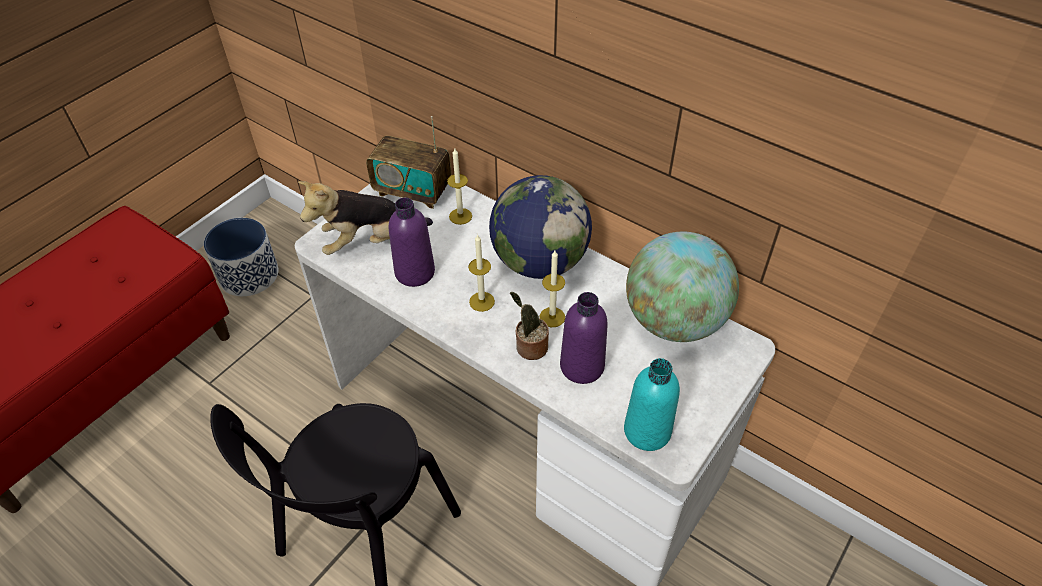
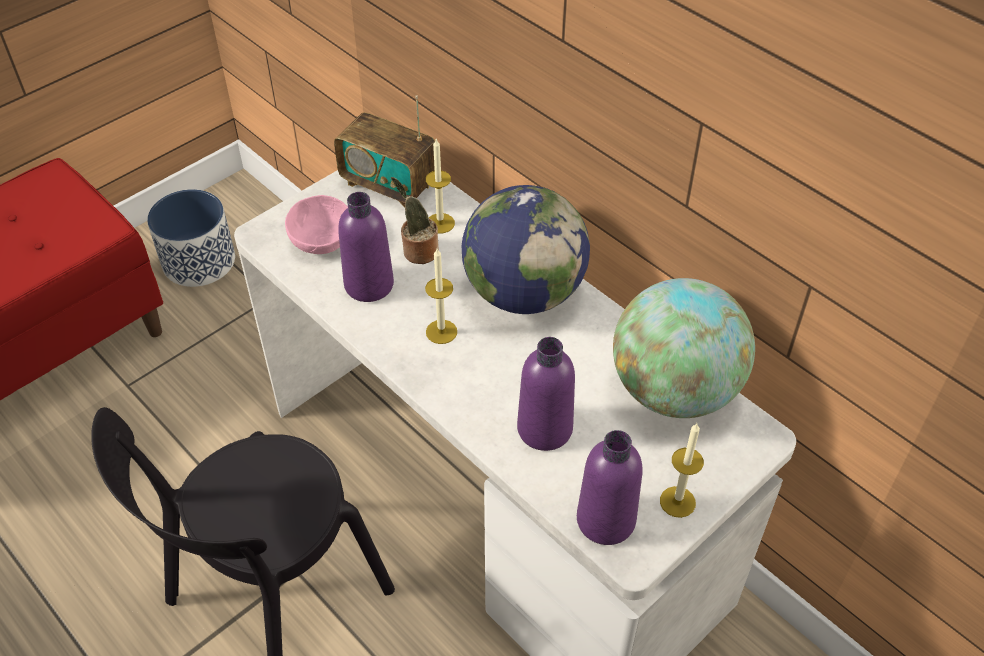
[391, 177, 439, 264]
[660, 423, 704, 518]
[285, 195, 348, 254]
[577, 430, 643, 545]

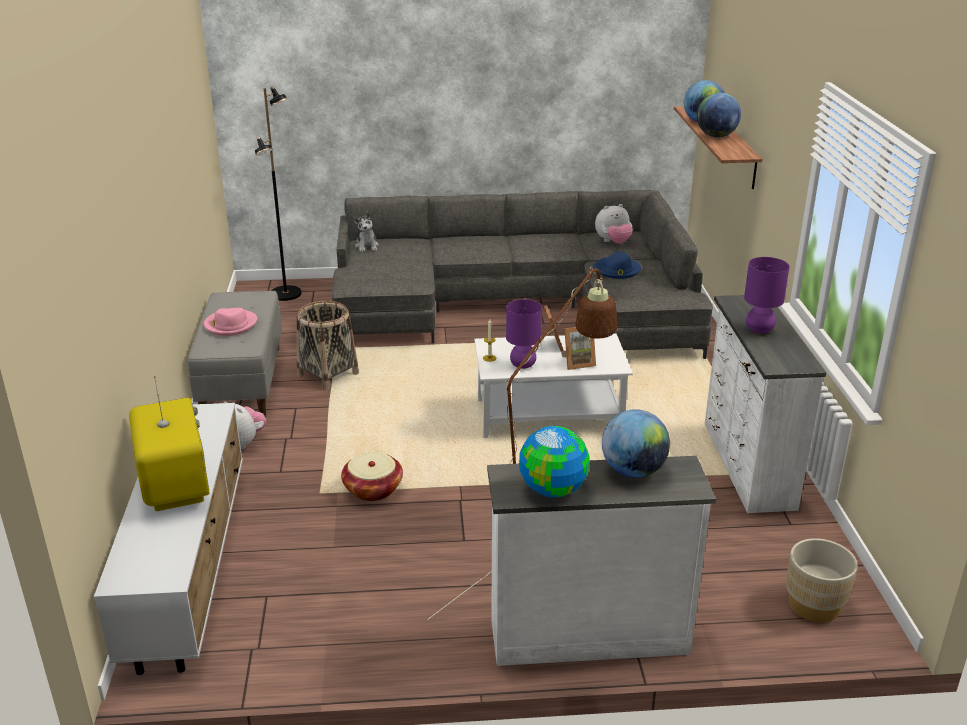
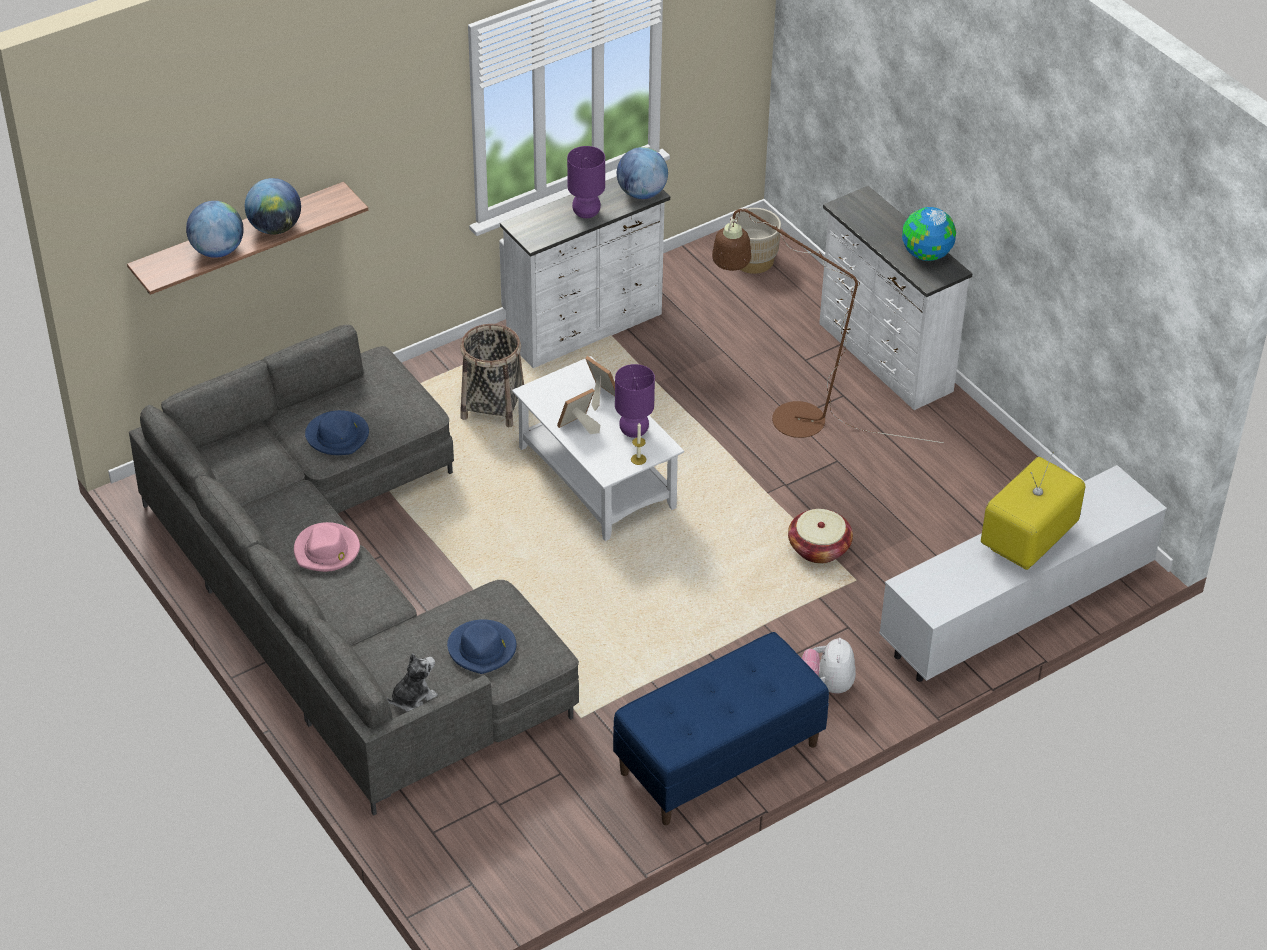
[255, 86, 301, 301] (first image)
[595, 204, 633, 244] (first image)
[447, 619, 517, 674]
[294, 522, 360, 572]
[460, 324, 524, 427]
[617, 147, 668, 199]
[613, 632, 829, 825]

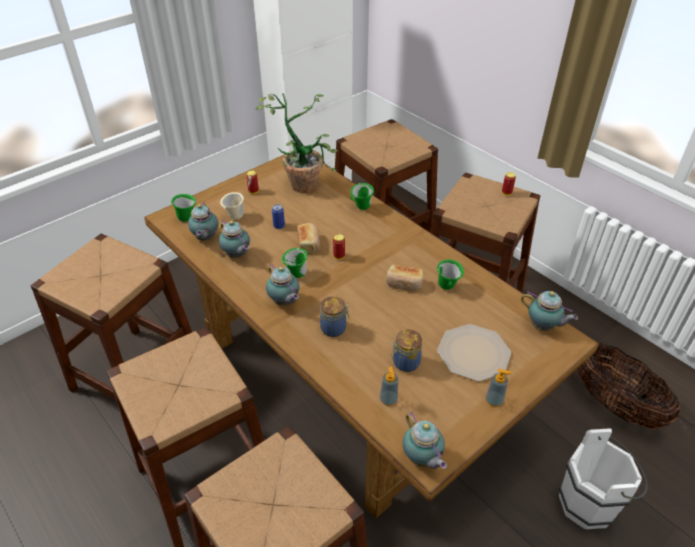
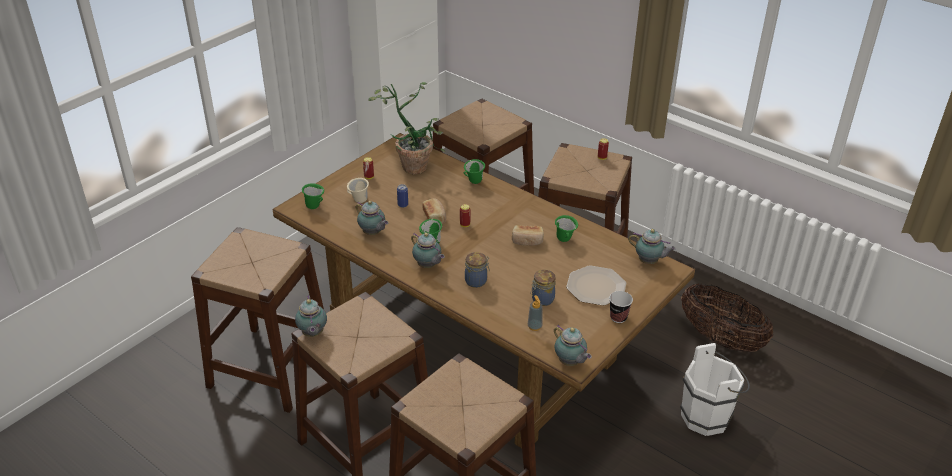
[295, 295, 327, 337]
[609, 291, 633, 323]

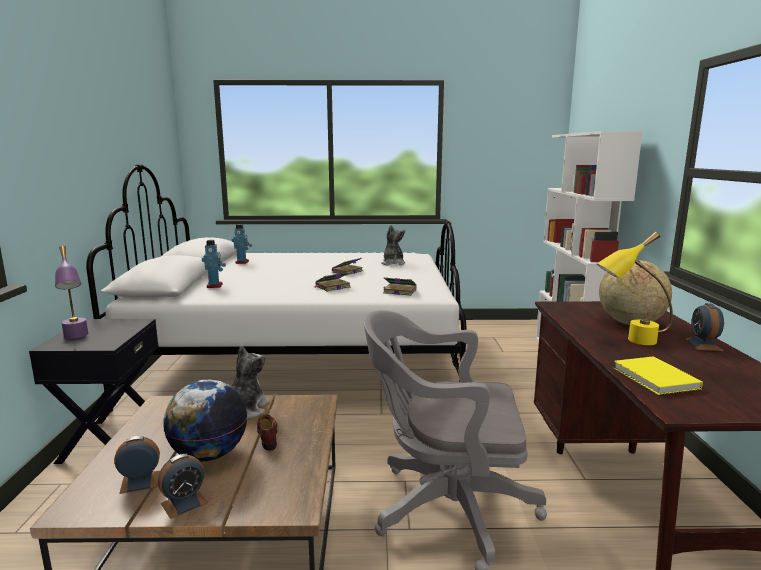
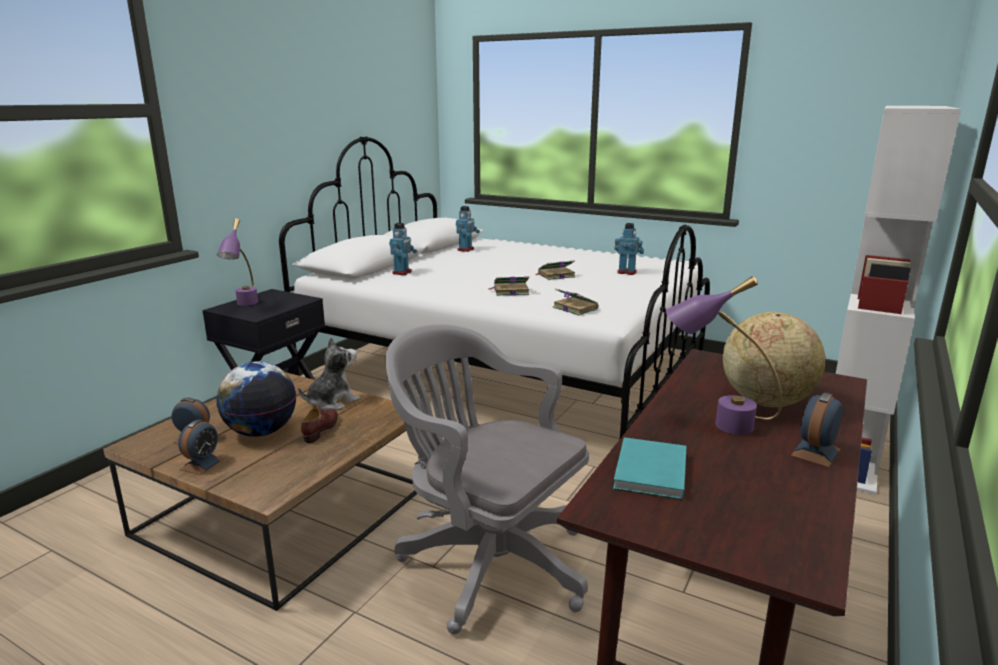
[614, 223, 644, 275]
[666, 276, 782, 435]
[613, 437, 686, 500]
[178, 419, 225, 475]

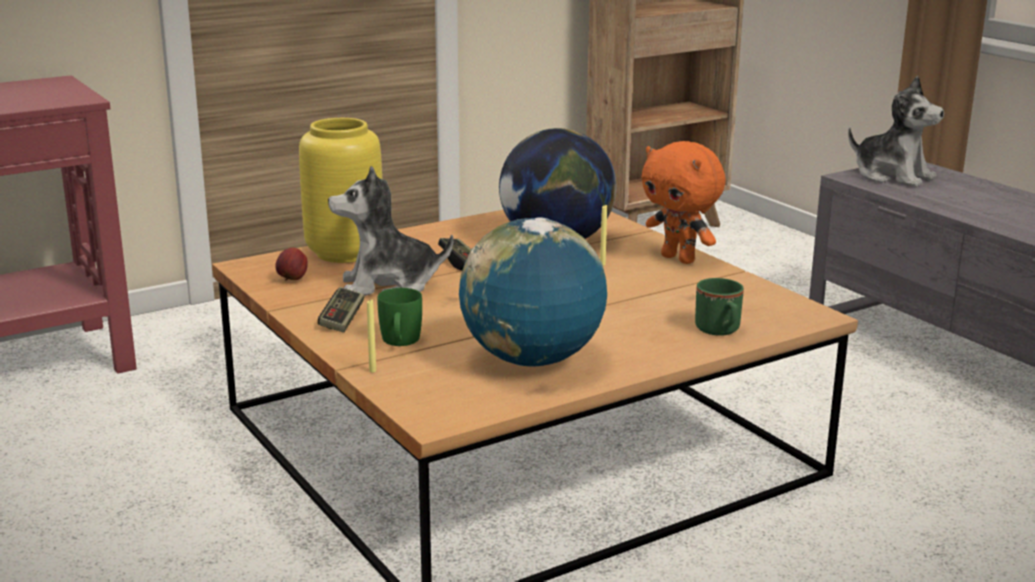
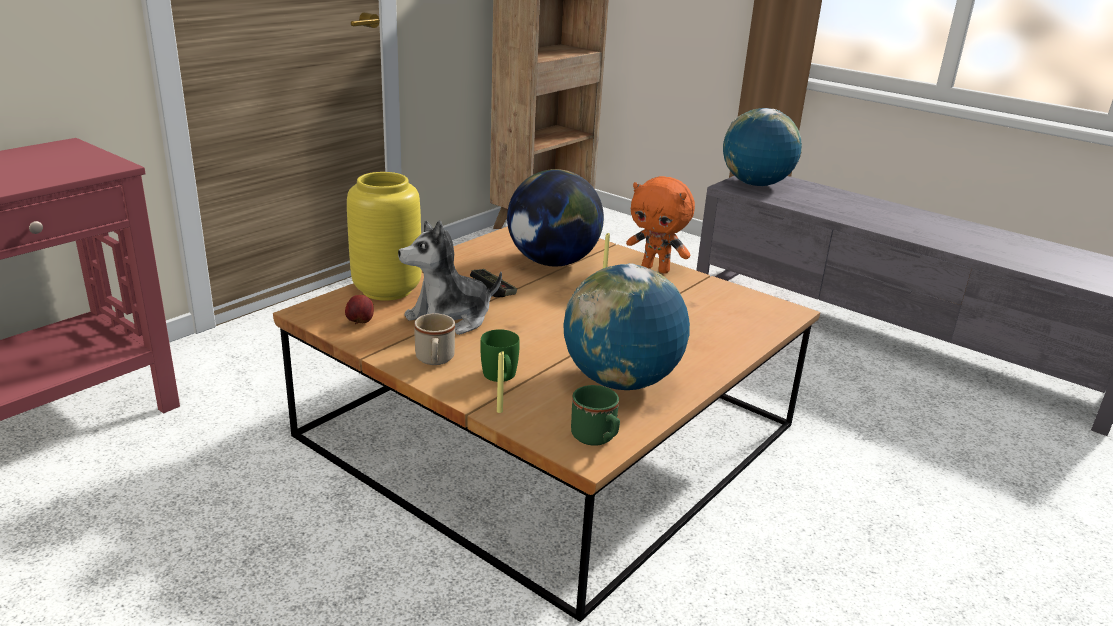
[571, 385, 620, 446]
[414, 314, 455, 365]
[723, 108, 802, 186]

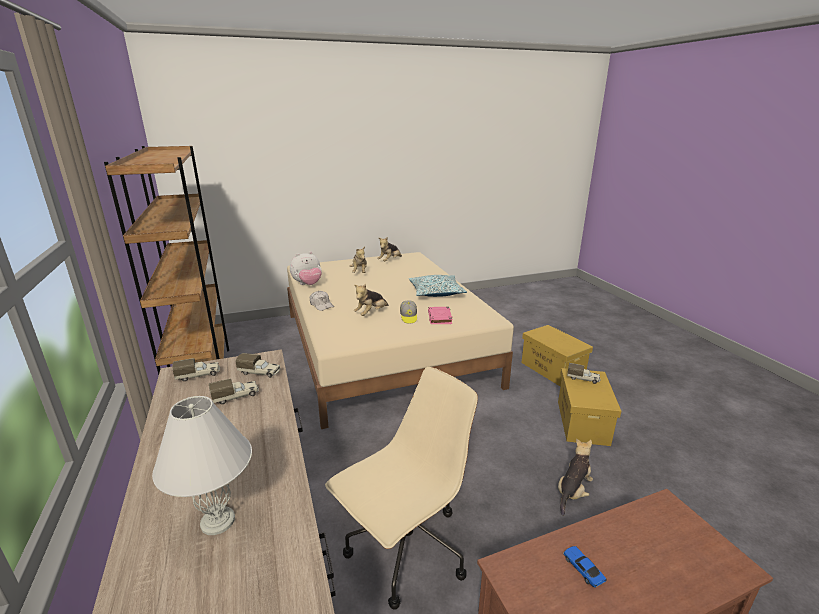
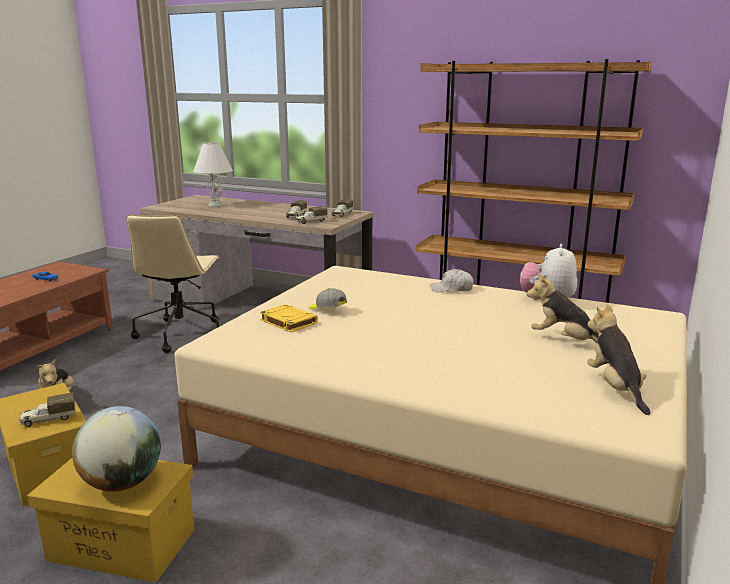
[354, 284, 388, 316] (first image)
[409, 275, 467, 297] (first image)
[72, 406, 161, 492]
[260, 304, 318, 332]

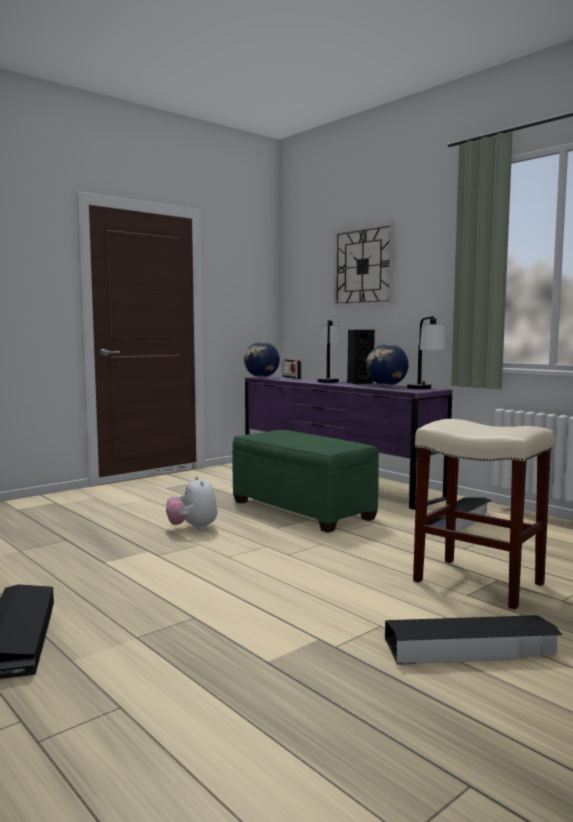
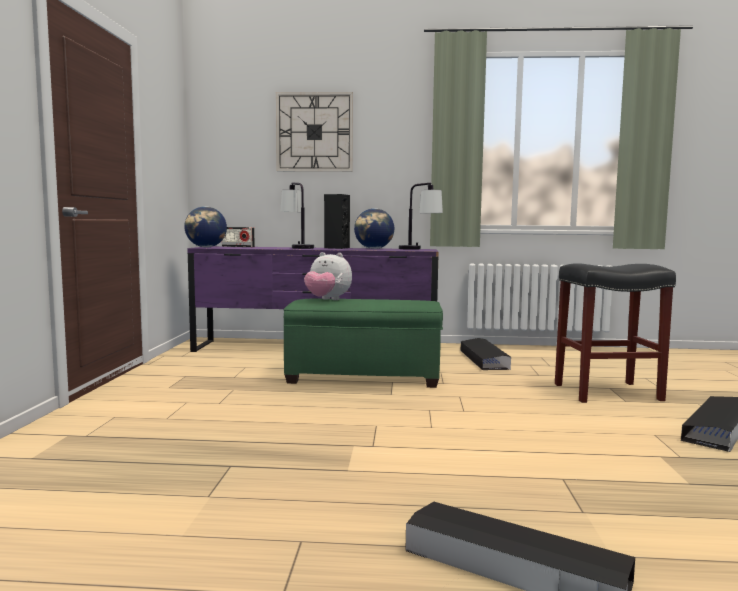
[304, 252, 352, 300]
[555, 263, 676, 403]

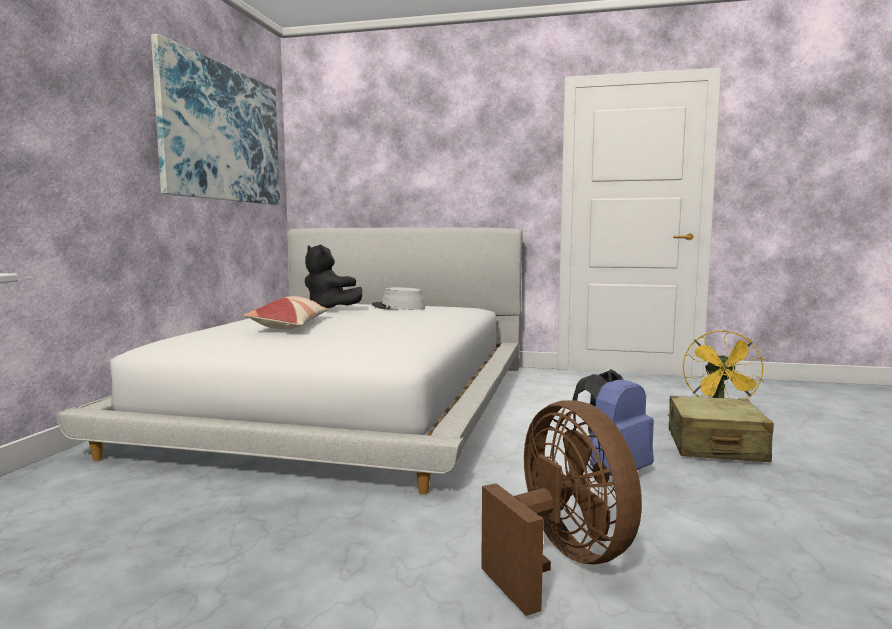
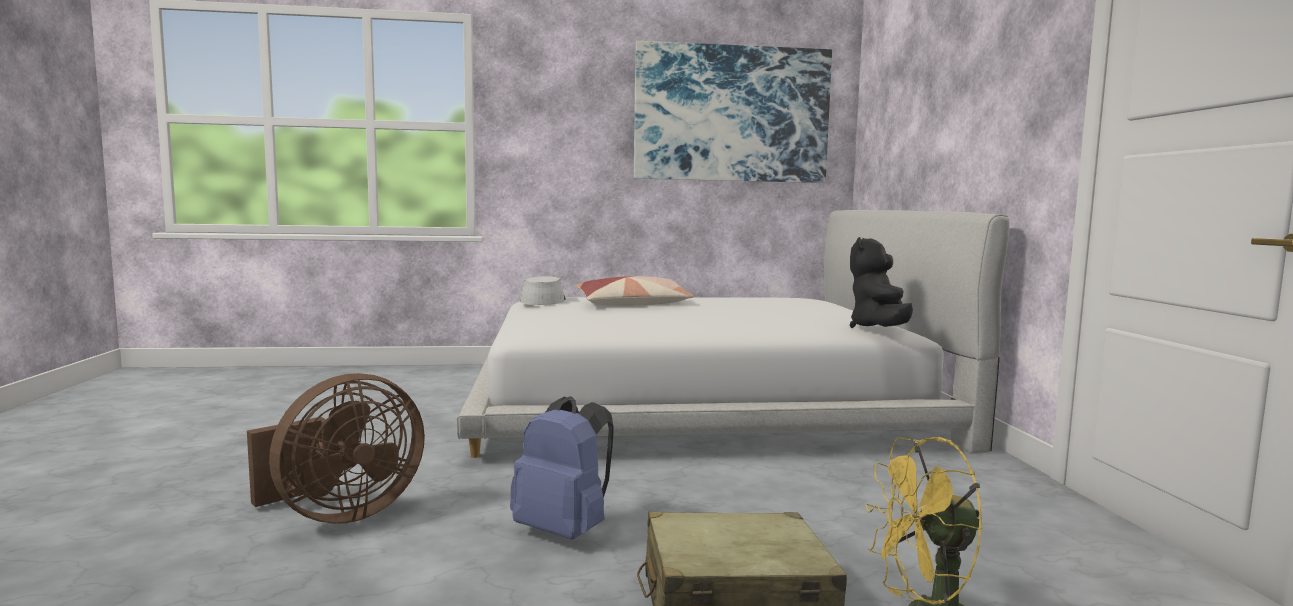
[850, 237, 913, 328]
[520, 276, 566, 305]

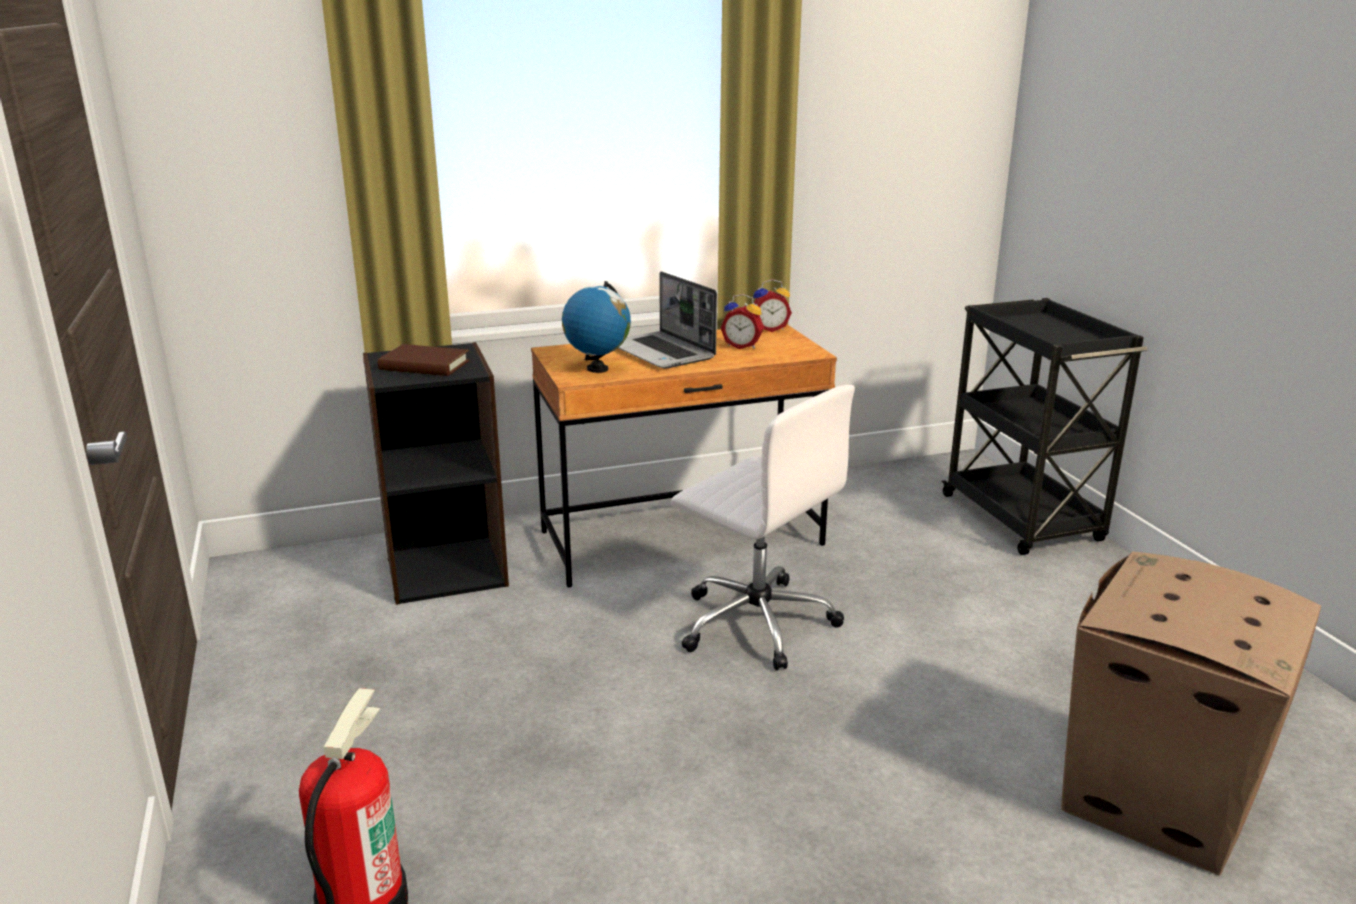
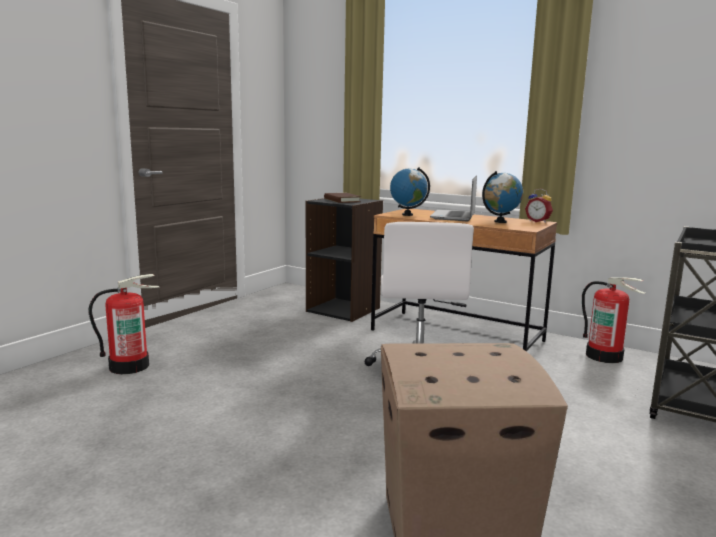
[582, 277, 645, 363]
[482, 171, 523, 223]

